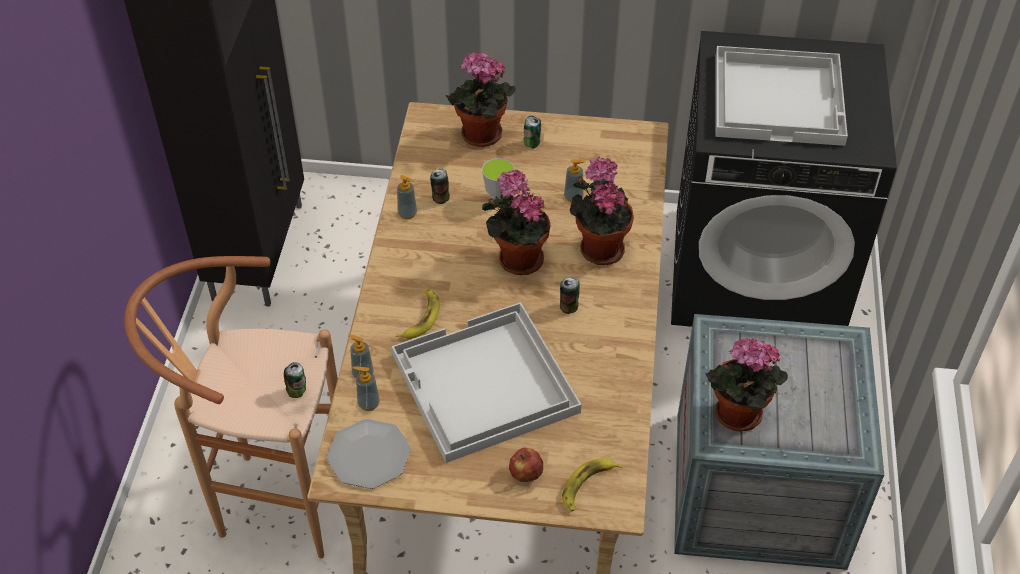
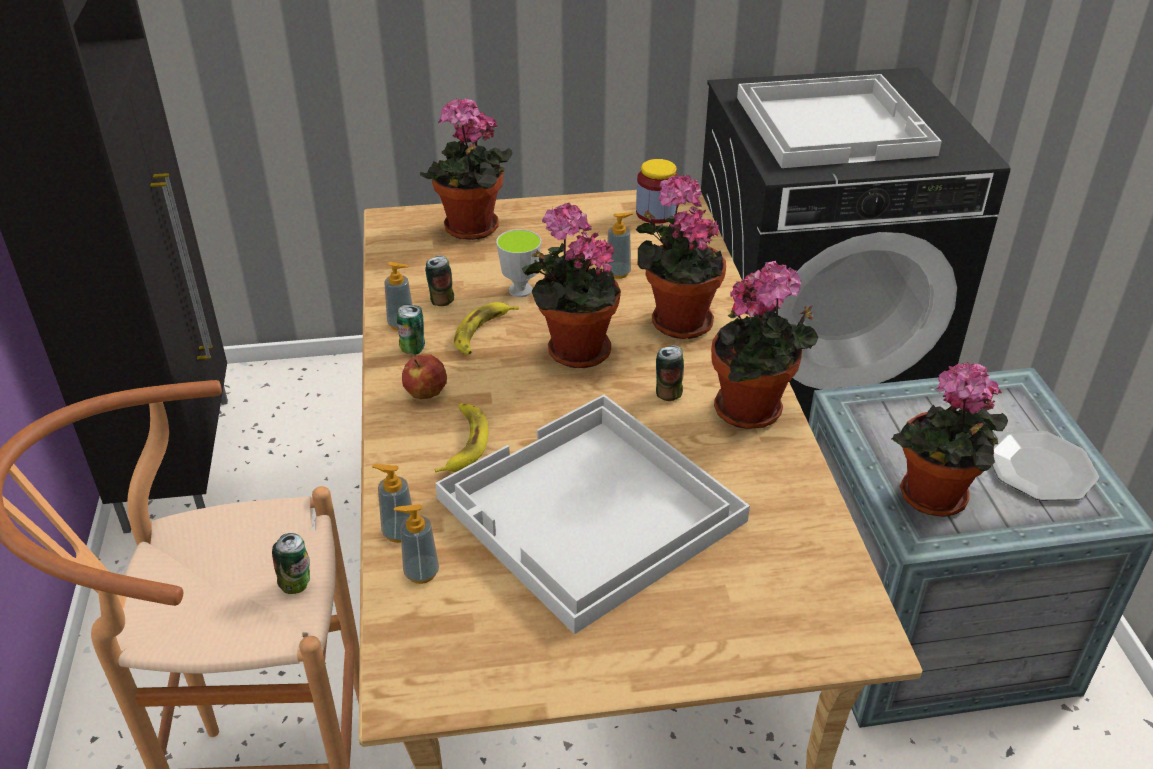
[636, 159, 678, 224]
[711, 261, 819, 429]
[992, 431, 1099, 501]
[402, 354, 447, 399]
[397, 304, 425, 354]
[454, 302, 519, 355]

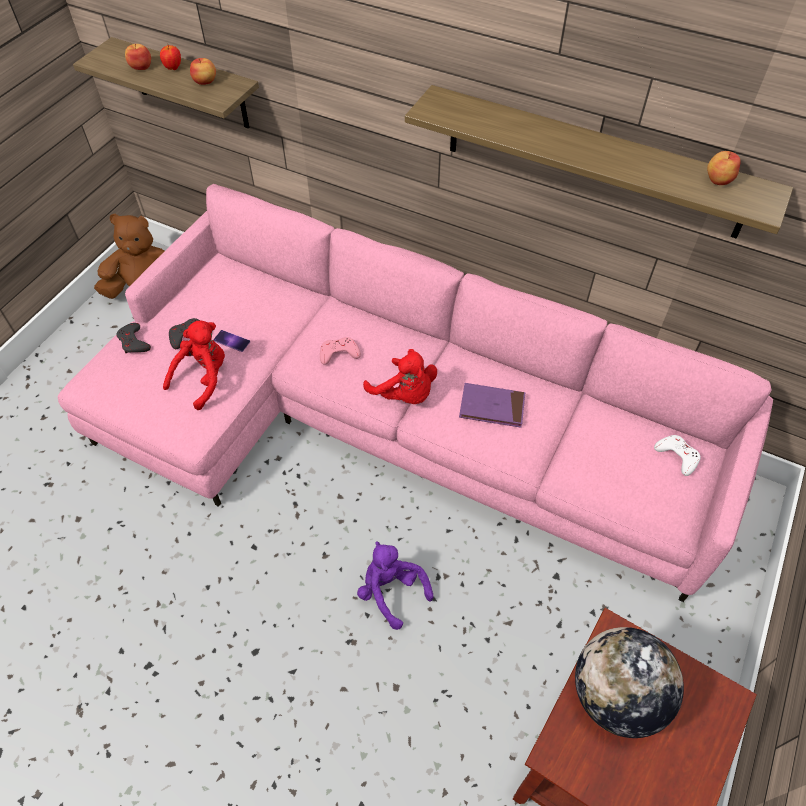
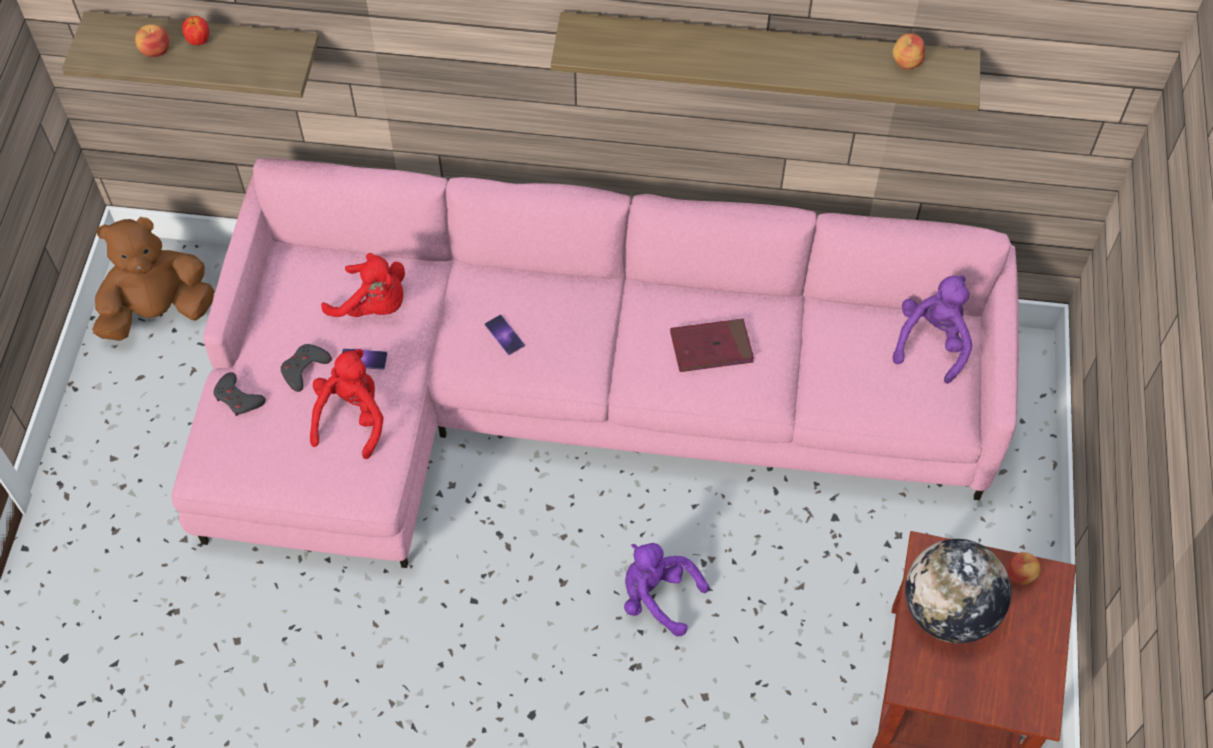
[1006, 552, 1041, 585]
[321, 253, 405, 317]
[485, 315, 525, 355]
[893, 275, 972, 384]
[670, 319, 754, 372]

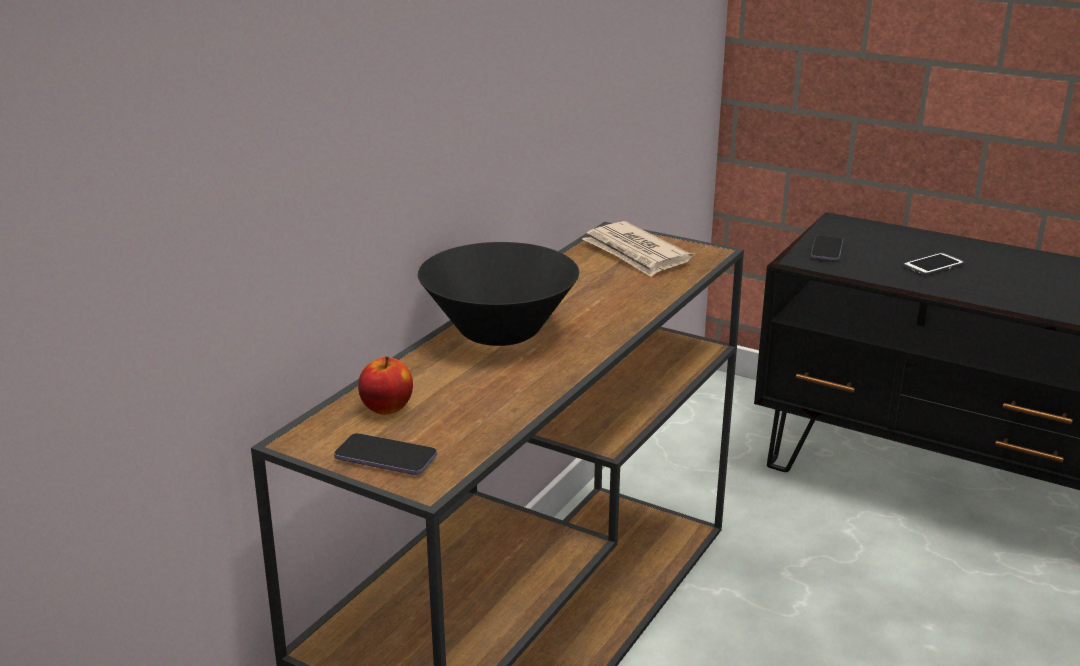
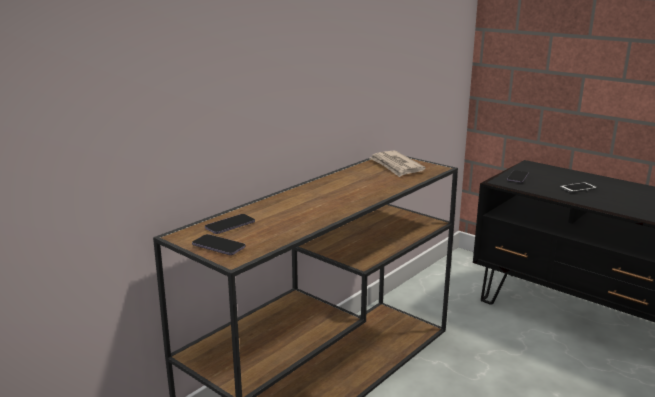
[418, 242, 579, 346] (first image)
[205, 214, 255, 234]

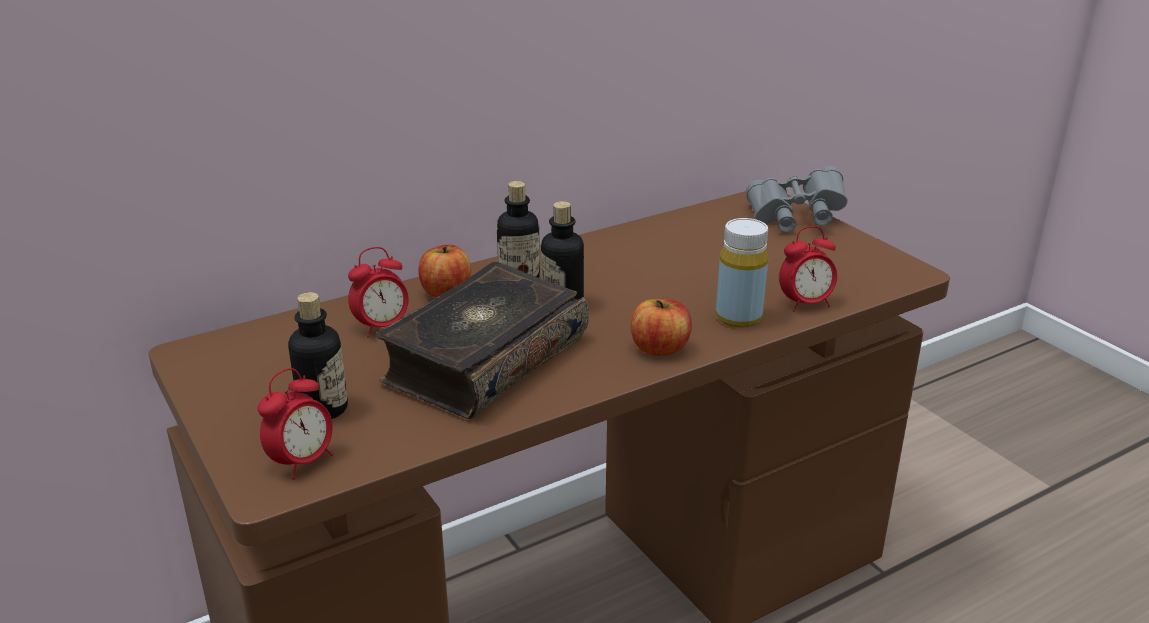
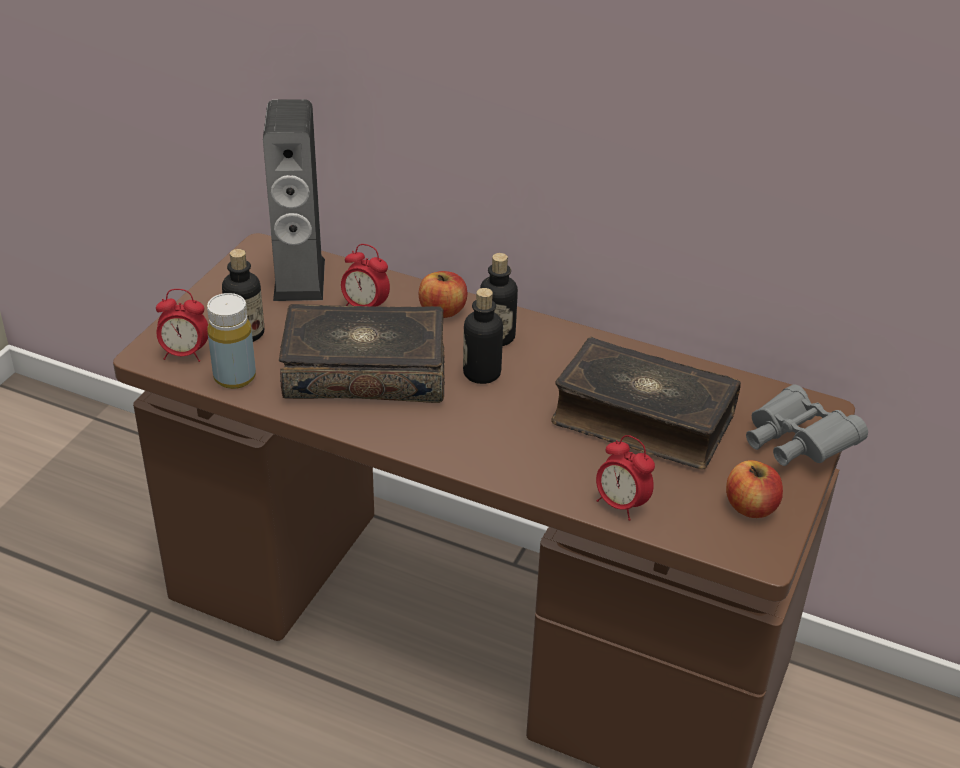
[263, 99, 325, 301]
[551, 337, 741, 470]
[726, 460, 783, 518]
[207, 293, 256, 389]

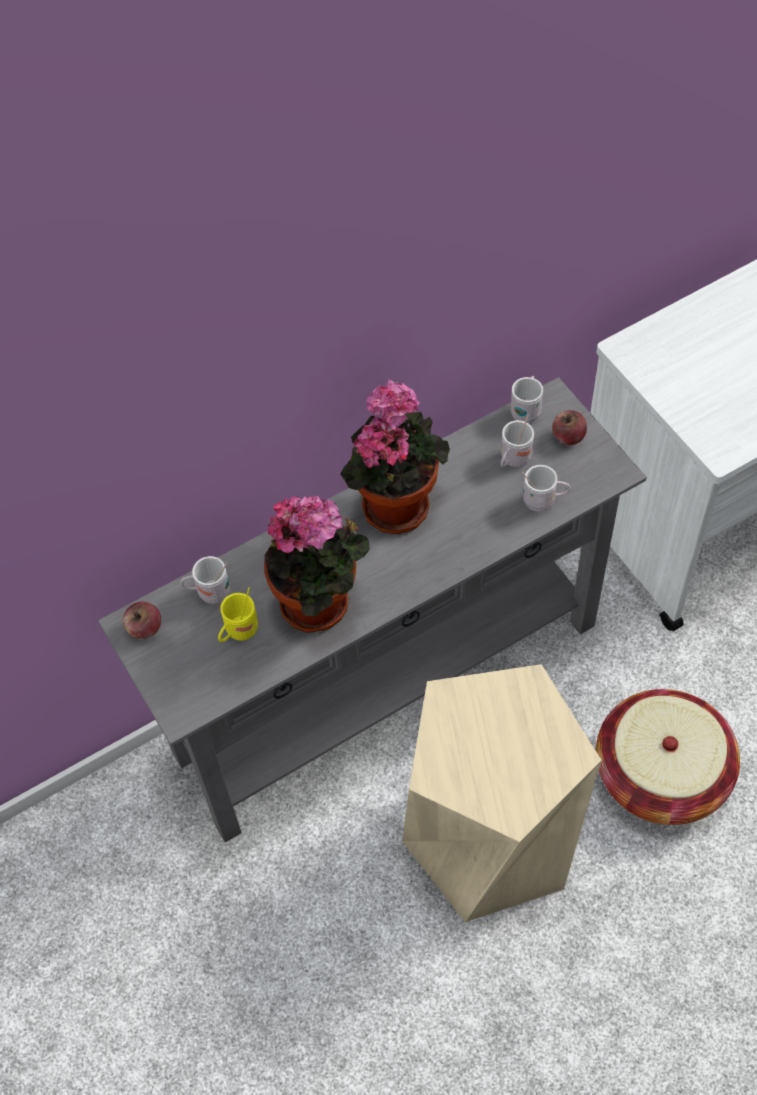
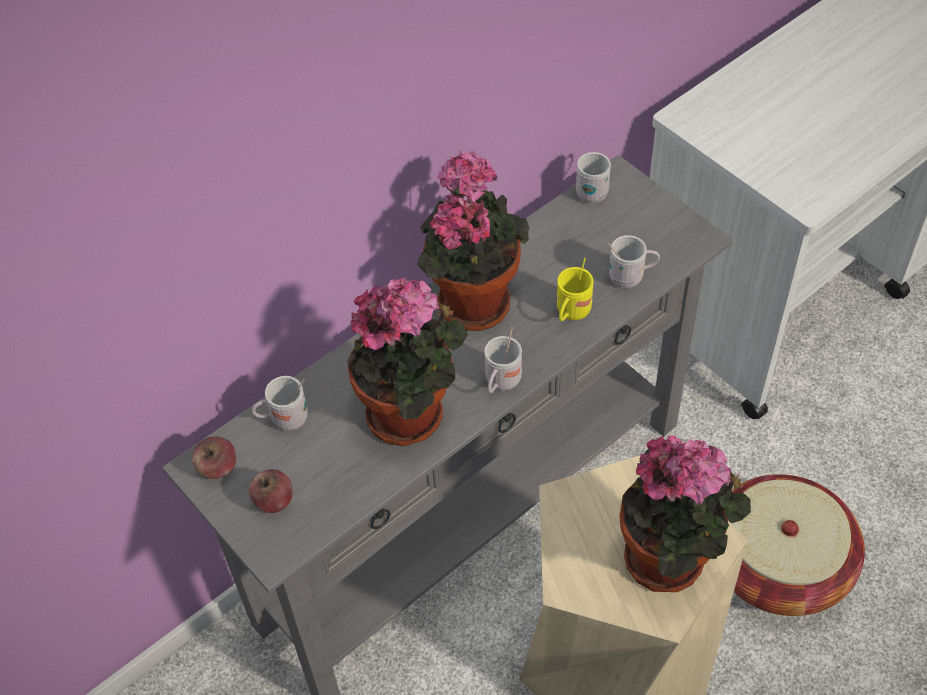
[619, 436, 751, 592]
[557, 258, 594, 321]
[484, 327, 522, 393]
[249, 469, 293, 513]

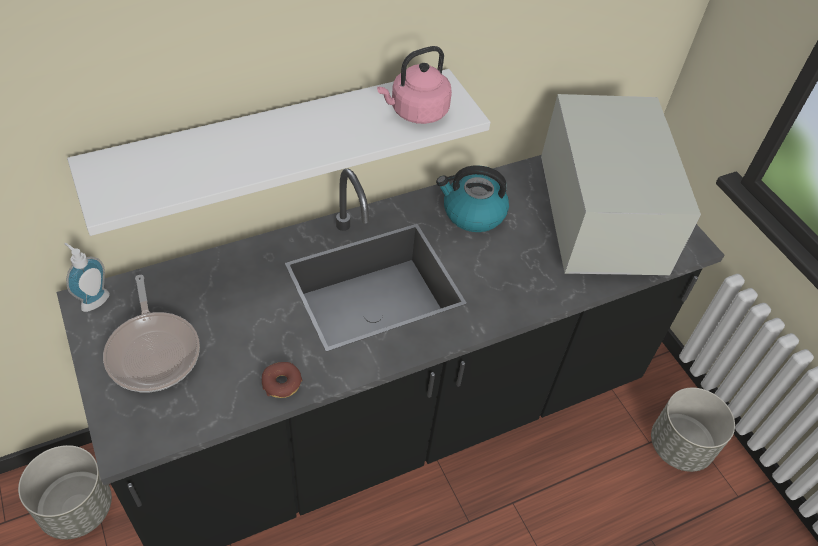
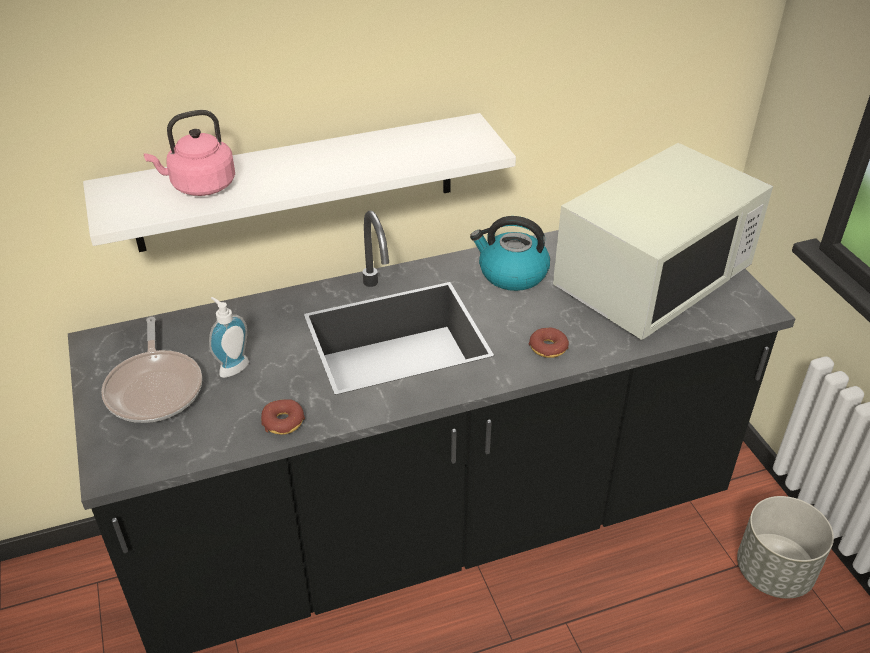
[18, 445, 112, 539] (first image)
[529, 328, 569, 358]
[209, 297, 249, 378]
[144, 110, 235, 196]
[553, 143, 773, 340]

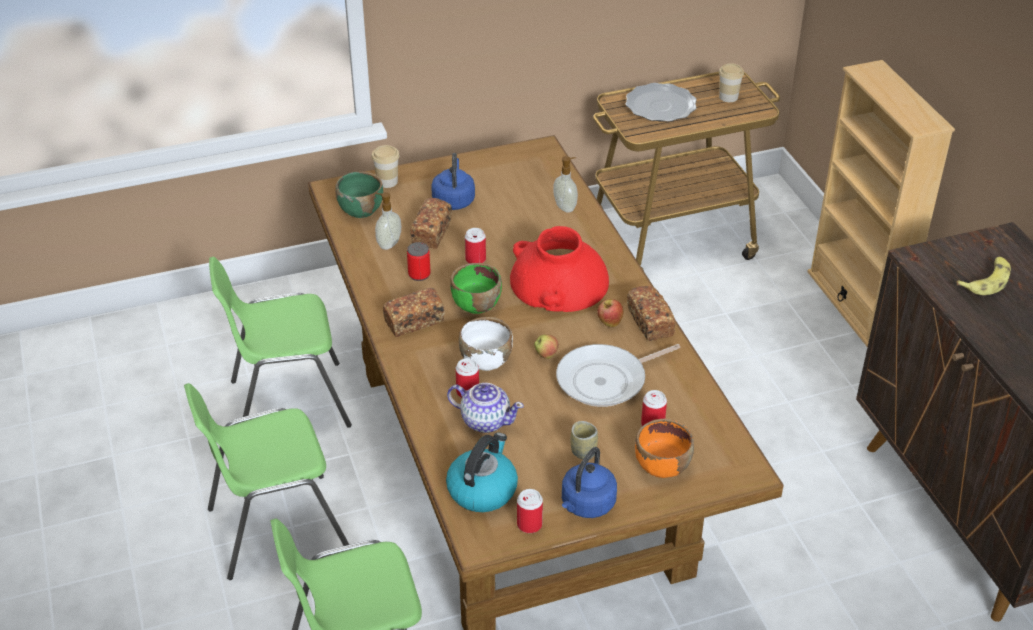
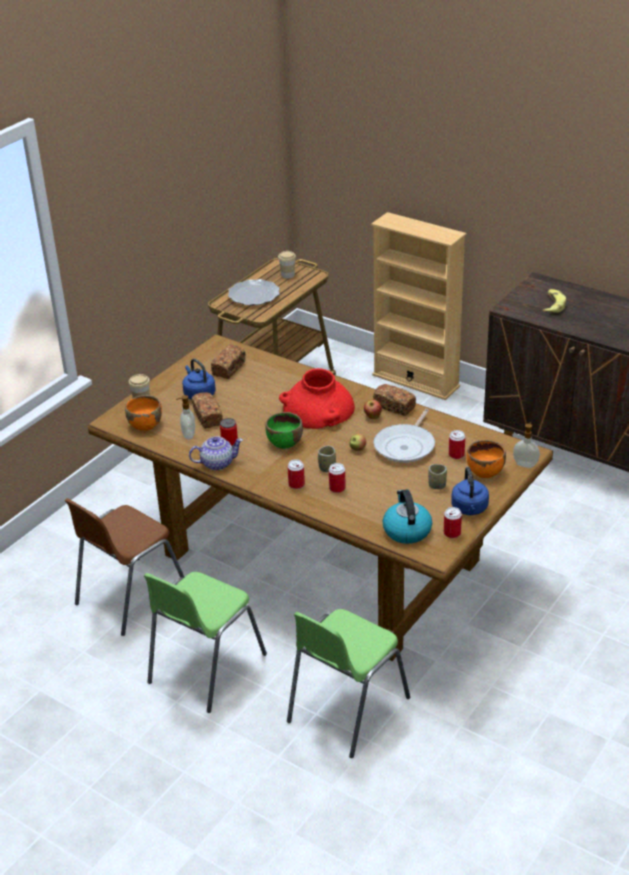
[211, 344, 246, 379]
[189, 436, 243, 470]
[287, 459, 305, 489]
[513, 422, 540, 468]
[318, 446, 336, 472]
[64, 498, 184, 636]
[125, 395, 162, 431]

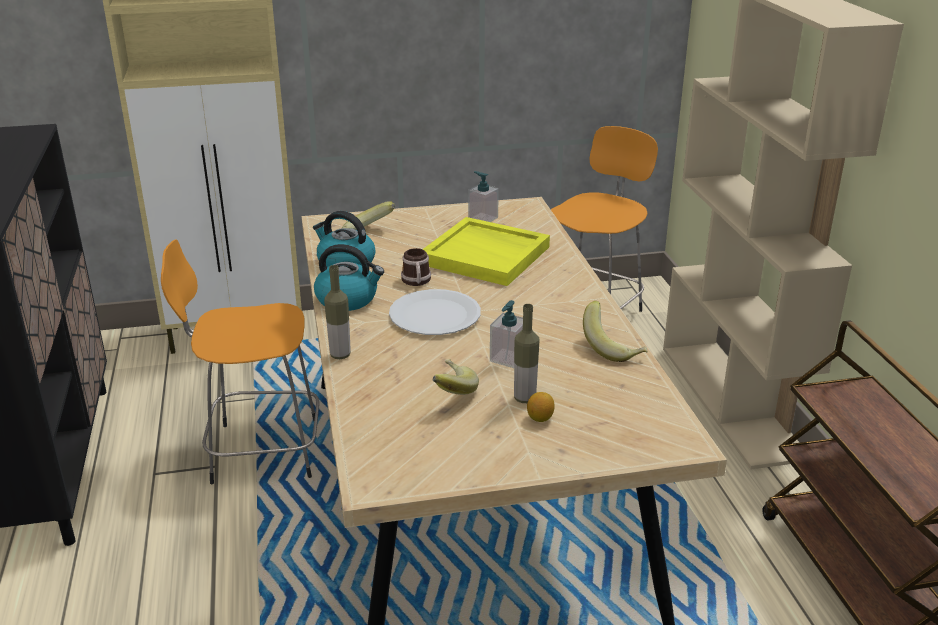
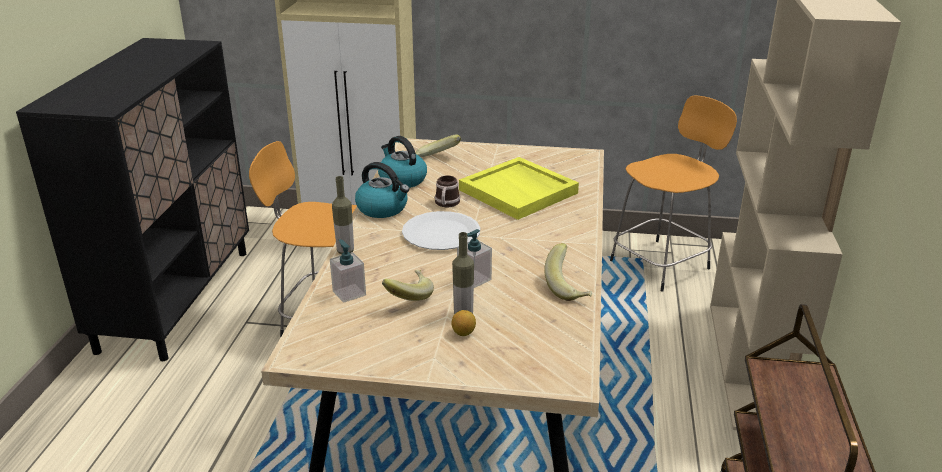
[330, 239, 366, 303]

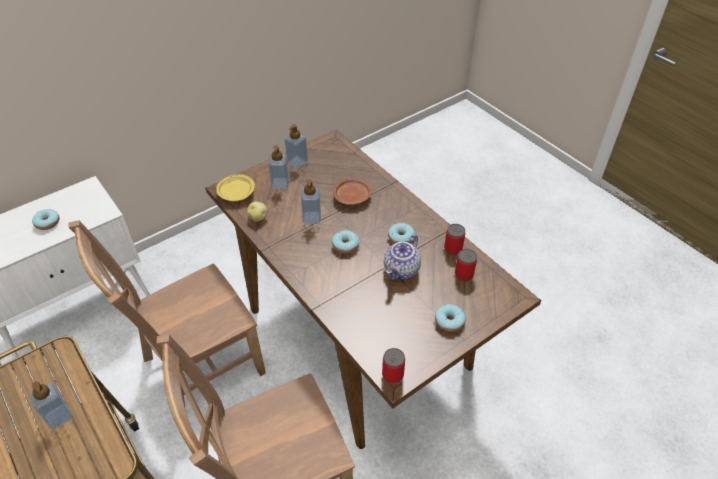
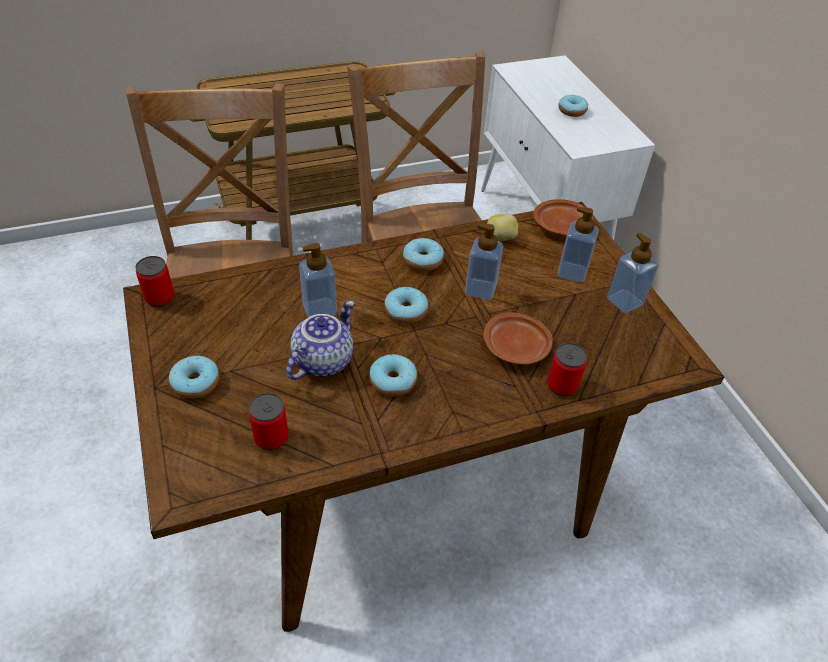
[403, 238, 444, 271]
[299, 243, 337, 317]
[547, 343, 587, 397]
[533, 199, 593, 236]
[286, 301, 354, 380]

